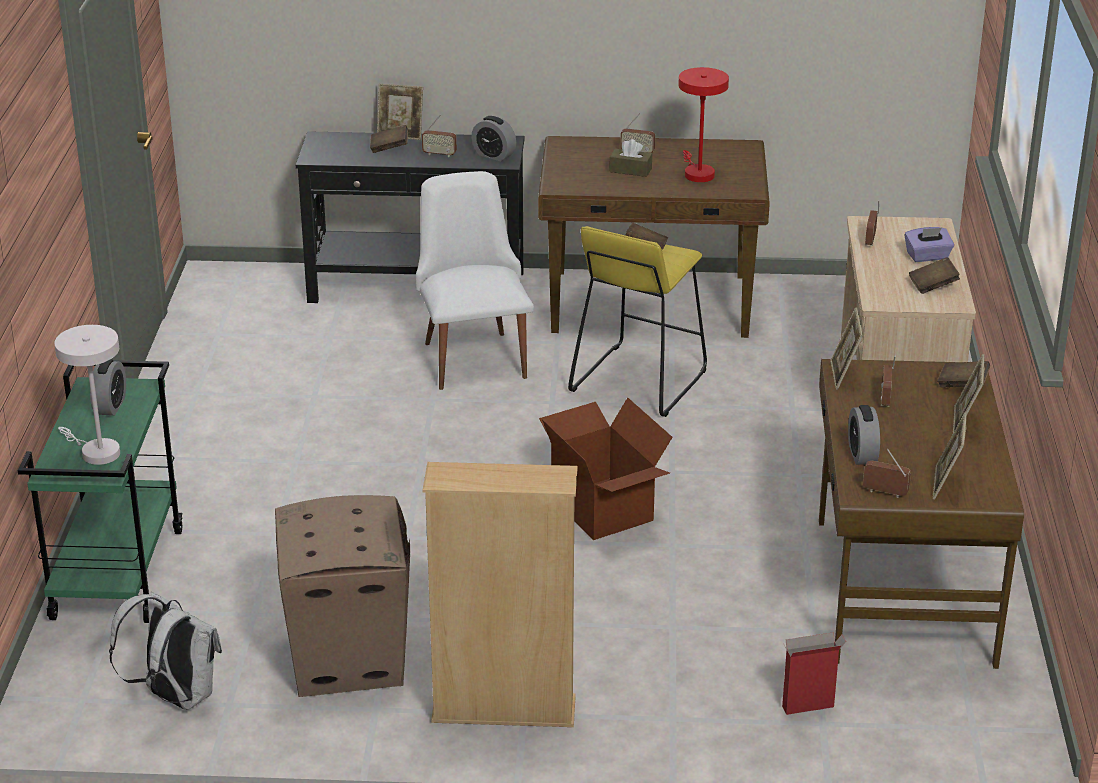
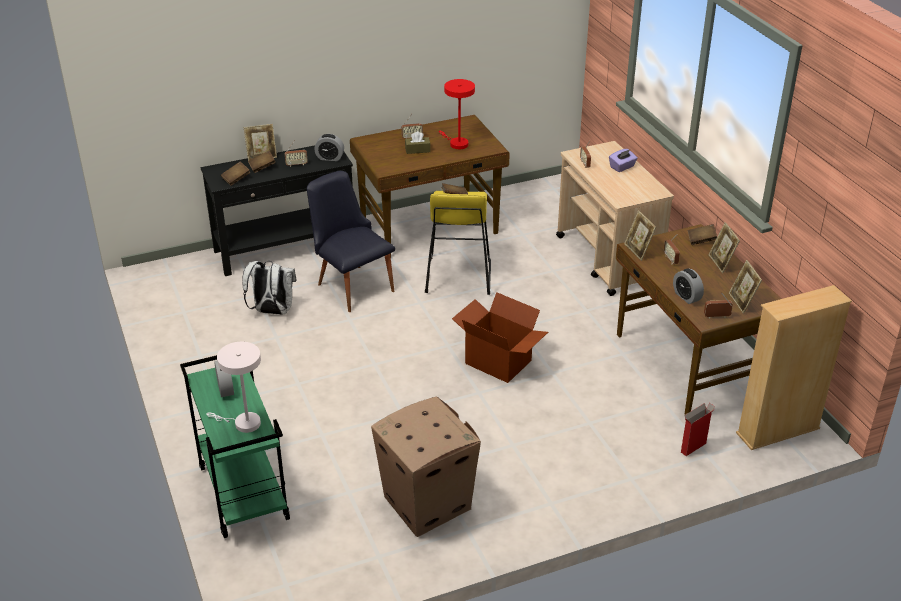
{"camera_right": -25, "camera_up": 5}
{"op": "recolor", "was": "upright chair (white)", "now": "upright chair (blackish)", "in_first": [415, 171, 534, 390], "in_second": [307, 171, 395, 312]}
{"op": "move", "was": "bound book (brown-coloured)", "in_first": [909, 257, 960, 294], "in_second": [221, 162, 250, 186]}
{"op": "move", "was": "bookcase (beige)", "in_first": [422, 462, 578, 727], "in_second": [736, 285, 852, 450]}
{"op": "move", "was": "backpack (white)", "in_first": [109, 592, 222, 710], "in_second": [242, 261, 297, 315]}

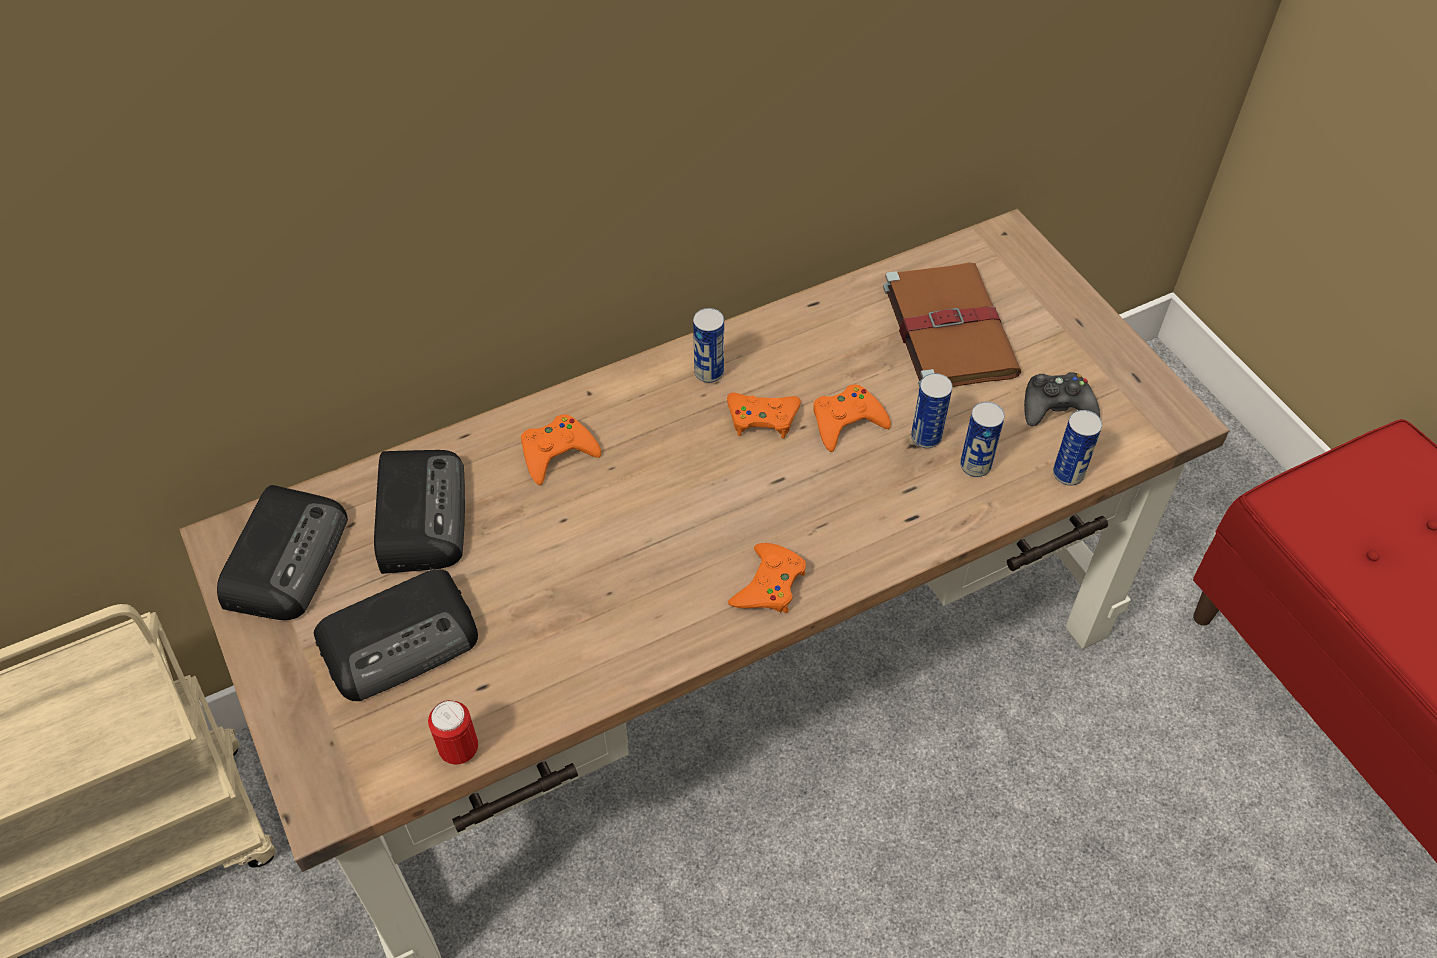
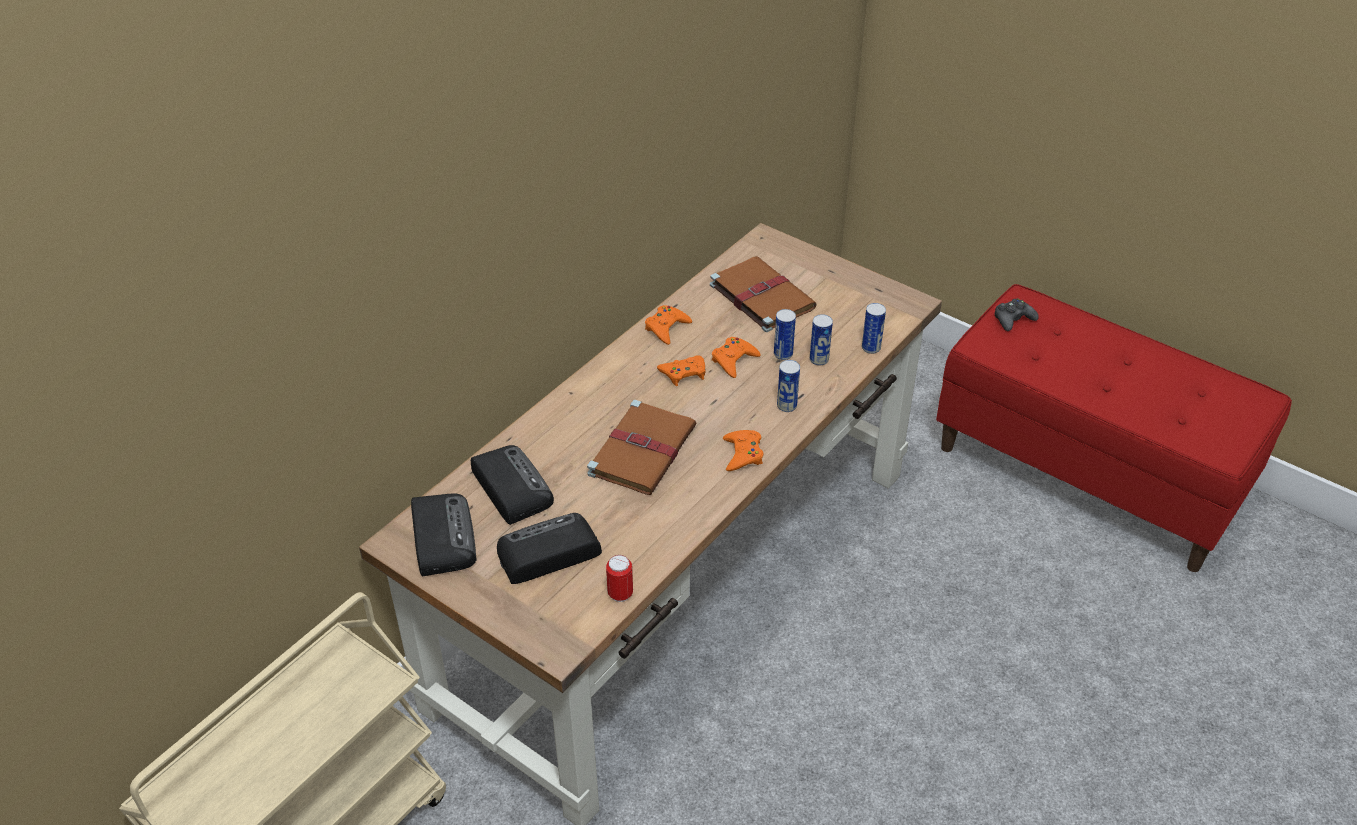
{"camera_right": -25, "camera_up": -10}
{"op": "move", "was": "can", "in_first": [693, 308, 724, 383], "in_second": [777, 360, 800, 412]}
{"op": "move", "was": "game controller (blackish)", "in_first": [1024, 372, 1100, 426], "in_second": [995, 298, 1039, 331]}
{"op": "move", "was": "game controller (orangey)", "in_first": [521, 414, 601, 485], "in_second": [645, 305, 692, 345]}
{"op": "rotate", "was": "radio receiver", "in_first": [314, 569, 478, 701], "in_second": [497, 513, 602, 584], "clockwise": -150}
{"op": "insert", "now": "bound book (brown-coloured)", "in_second": [587, 400, 697, 495]}

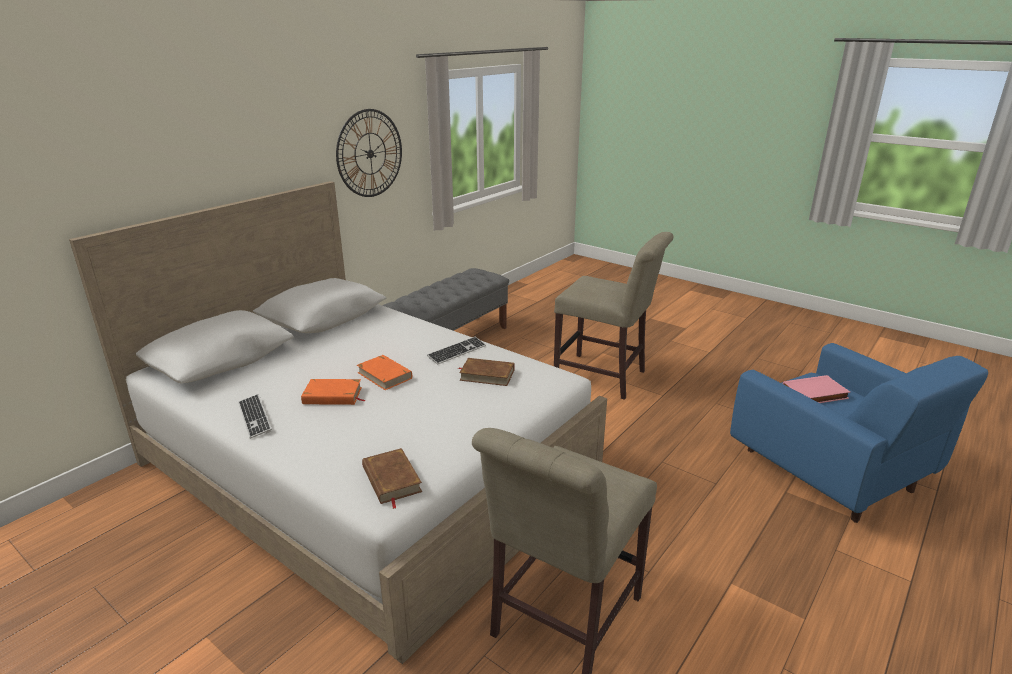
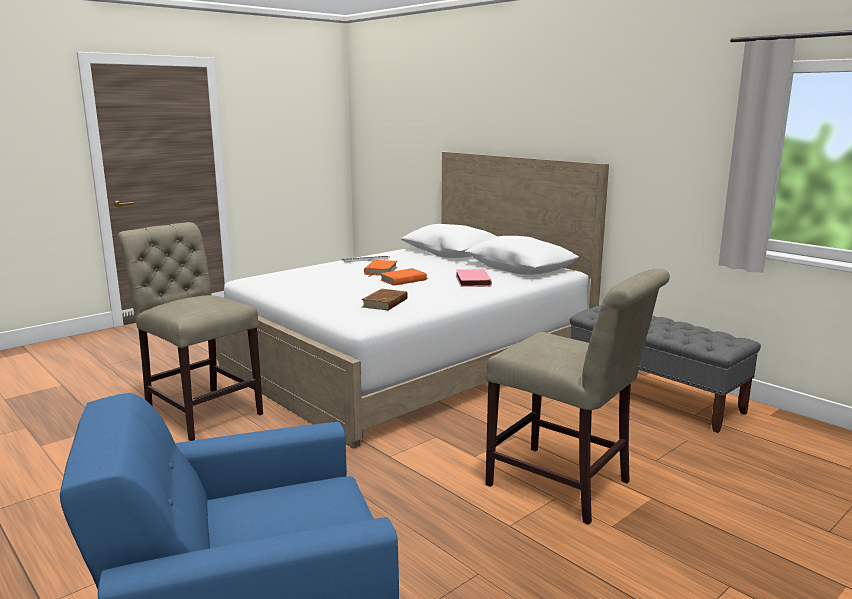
{"camera_right": 100, "camera_up": -10}
{"op": "delete", "was": "hanging clock", "in_first": [336, 109, 402, 197]}
{"op": "rotate", "was": "upright chair (beige)", "in_first": [554, 232, 674, 400], "in_second": [485, 268, 670, 525], "clockwise": -90}
{"op": "delete", "was": "keyboard", "in_first": [427, 337, 486, 365]}
{"op": "move", "was": "bound book (pink-coloured)", "in_first": [783, 375, 850, 403], "in_second": [456, 269, 492, 287]}
{"op": "delete", "was": "bound book (brown-coloured)", "in_first": [362, 448, 422, 509]}

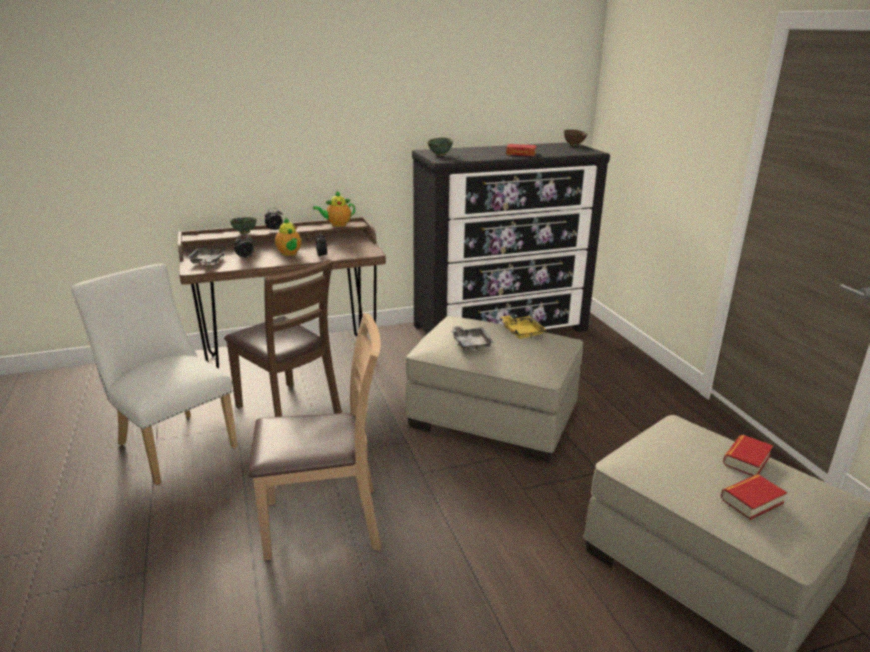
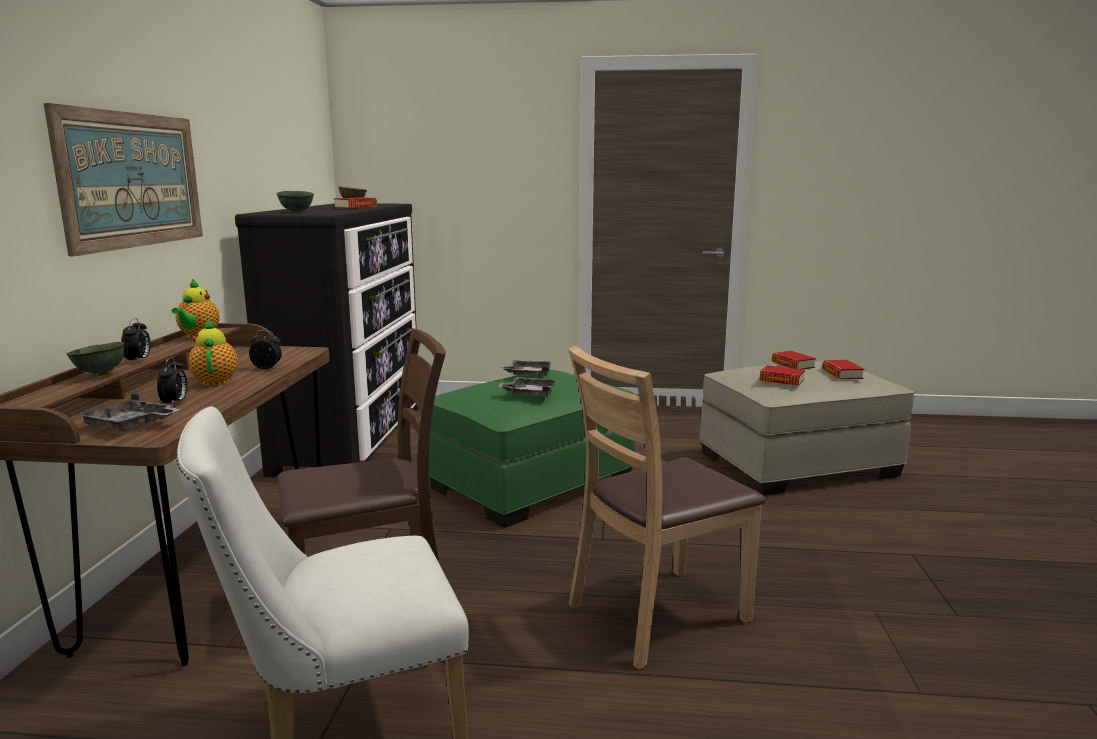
{"camera_right": -65, "camera_up": -10}
{"op": "rotate", "was": "teapot", "in_first": [275, 218, 302, 256], "in_second": [188, 319, 238, 386], "clockwise": -105}
{"op": "rotate", "was": "upright chair (brown-coloured)", "in_first": [248, 313, 381, 561], "in_second": [568, 346, 766, 670], "clockwise": -135}
{"op": "recolor", "was": "pouffe (beige)", "now": "pouffe (green)", "in_first": [405, 316, 583, 462], "in_second": [429, 370, 635, 528]}
{"op": "recolor", "was": "tray (yellowish)", "now": "tray (gray)", "in_first": [501, 316, 547, 339], "in_second": [500, 360, 551, 376]}
{"op": "insert", "now": "wall art", "in_second": [44, 103, 203, 256]}
{"op": "insert", "now": "bound book", "in_second": [760, 365, 805, 386]}

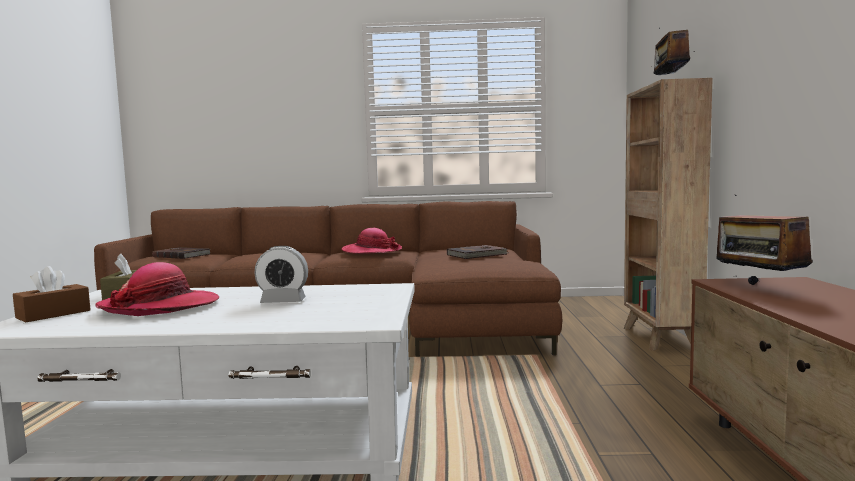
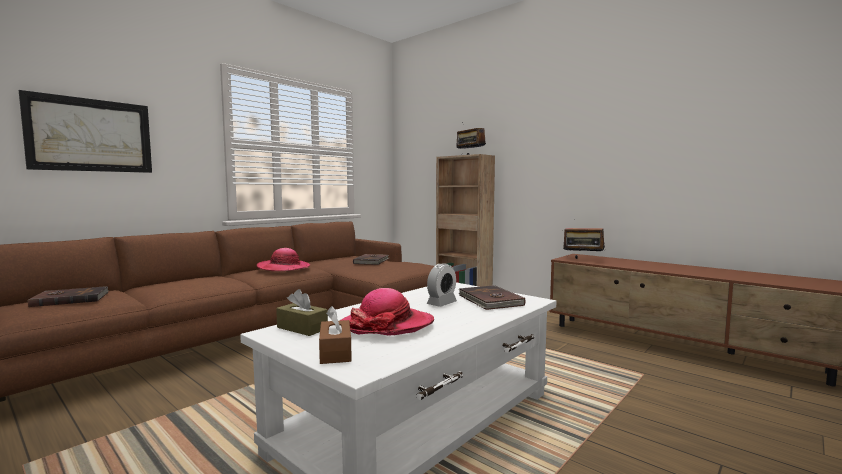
{"camera_right": -50, "camera_up": 0}
{"op": "insert", "now": "wall art", "in_second": [19, 90, 152, 173]}
{"op": "insert", "now": "bound book (brown-coloured)", "in_second": [459, 285, 525, 310]}

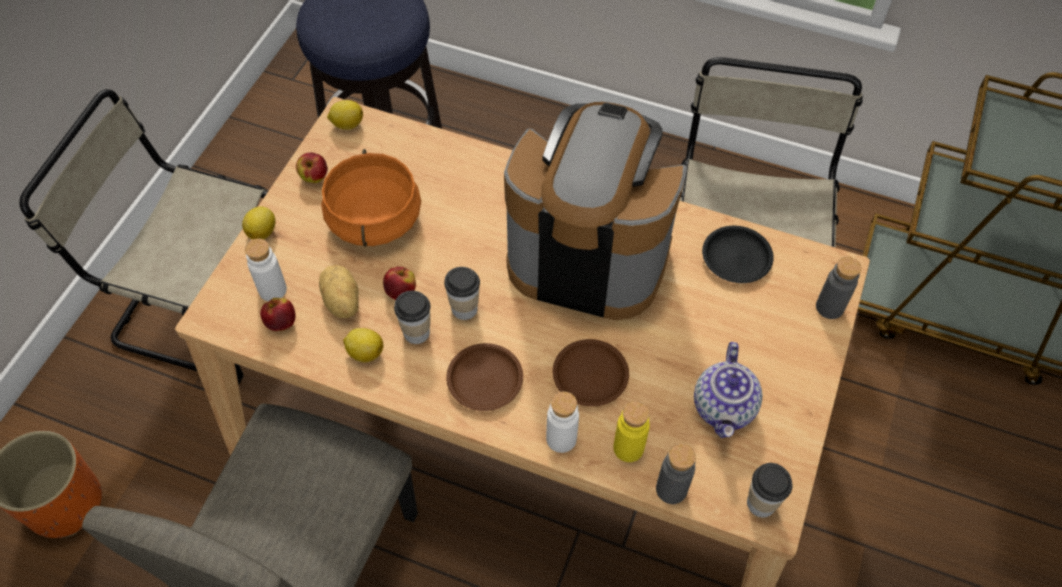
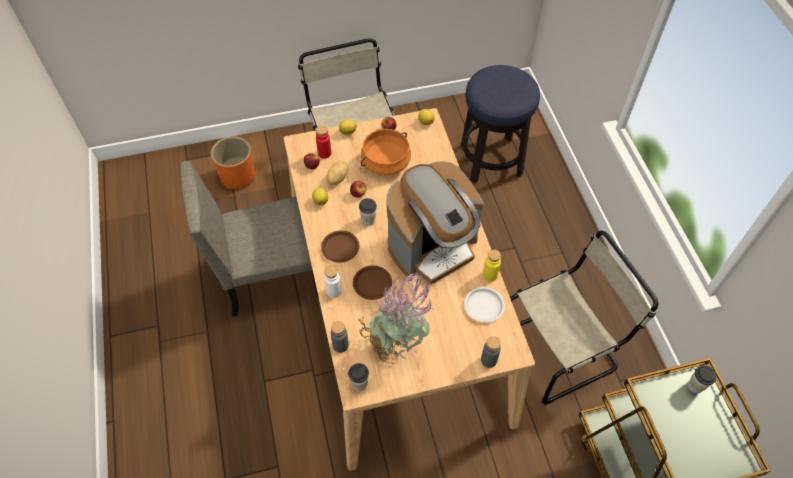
{"camera_right": 55, "camera_up": 0}
{"op": "rotate", "was": "coffee maker", "in_first": [504, 102, 687, 320], "in_second": [386, 161, 484, 284], "clockwise": 75}
{"op": "recolor", "was": "dinner plate (blackish)", "now": "dinner plate (white)", "in_first": [702, 226, 774, 283], "in_second": [464, 287, 505, 323]}
{"op": "recolor", "was": "bottle (white)", "now": "bottle (red)", "in_first": [245, 239, 287, 301], "in_second": [316, 126, 331, 159]}
{"op": "move", "was": "small cup", "in_first": [394, 291, 430, 344], "in_second": [688, 365, 716, 394]}
{"op": "replace", "was": "teapot", "now": "plant in a pot", "in_first": [694, 342, 762, 438], "in_second": [358, 273, 434, 365]}
{"op": "move", "was": "bottle (yellowish)", "in_first": [613, 401, 650, 462], "in_second": [483, 250, 501, 282]}

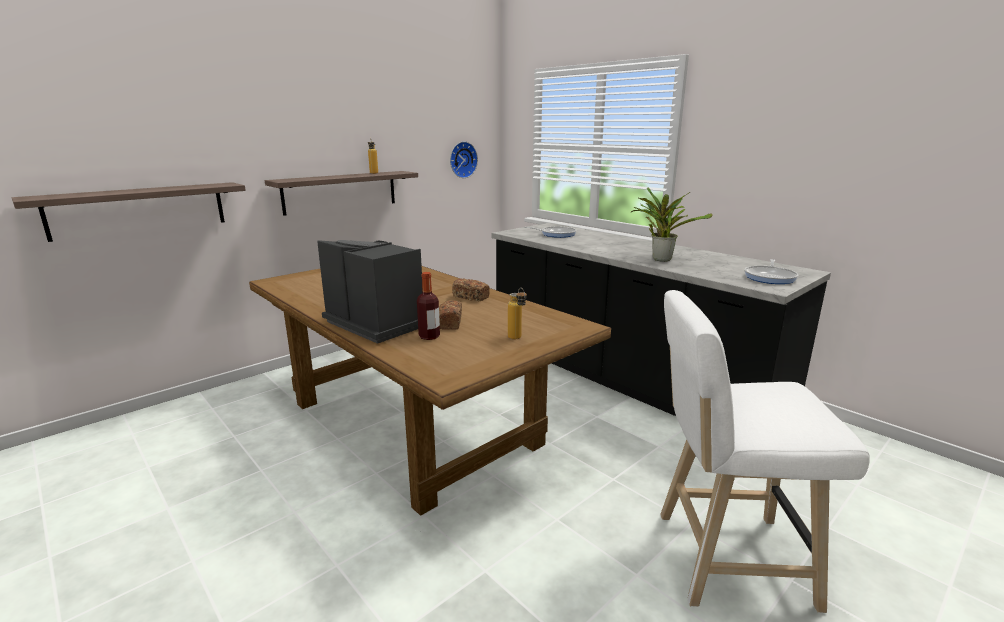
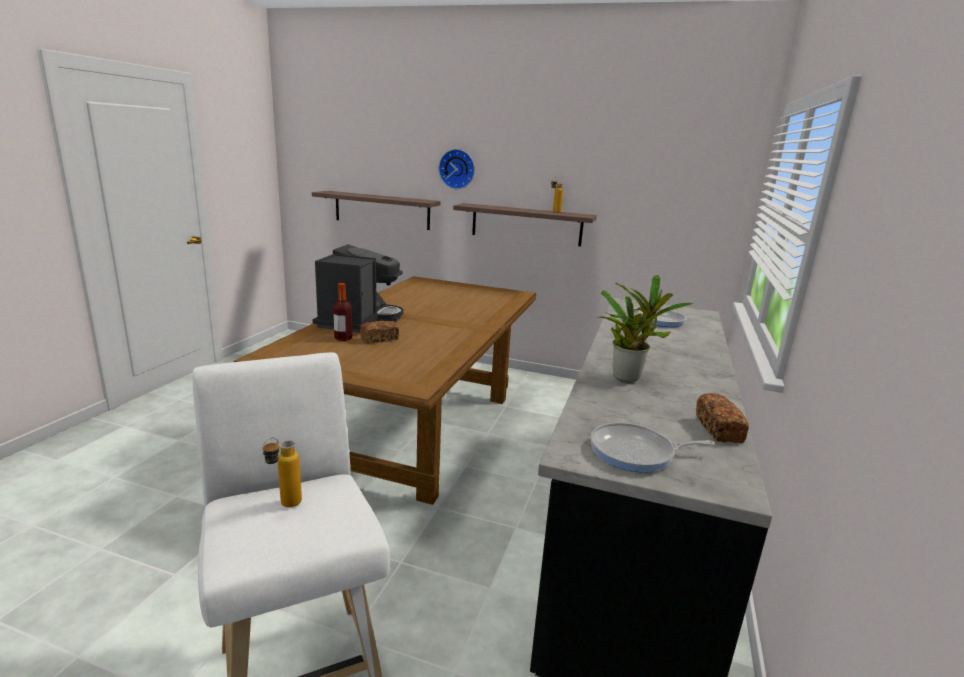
{"camera_right": 60, "camera_up": 0}
{"op": "move", "was": "hanging clock", "in_first": [450, 141, 478, 178], "in_second": [438, 149, 475, 189]}
{"op": "move", "was": "baked bread", "in_first": [452, 278, 490, 301], "in_second": [696, 393, 749, 443]}
{"op": "move", "was": "bottle", "in_first": [508, 288, 527, 340], "in_second": [262, 437, 302, 507]}

